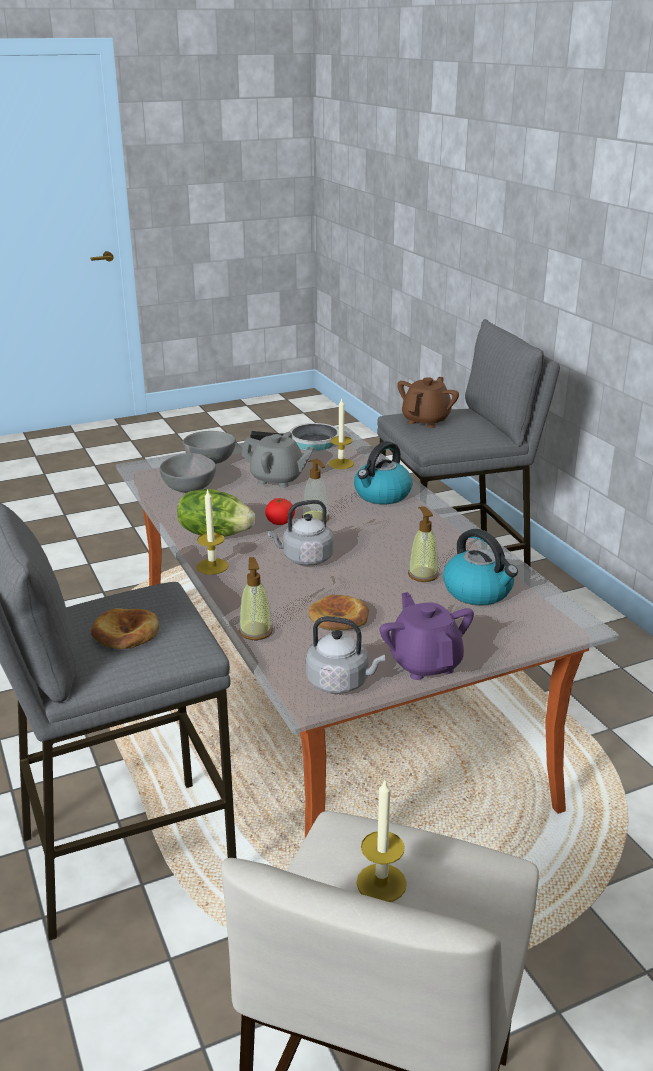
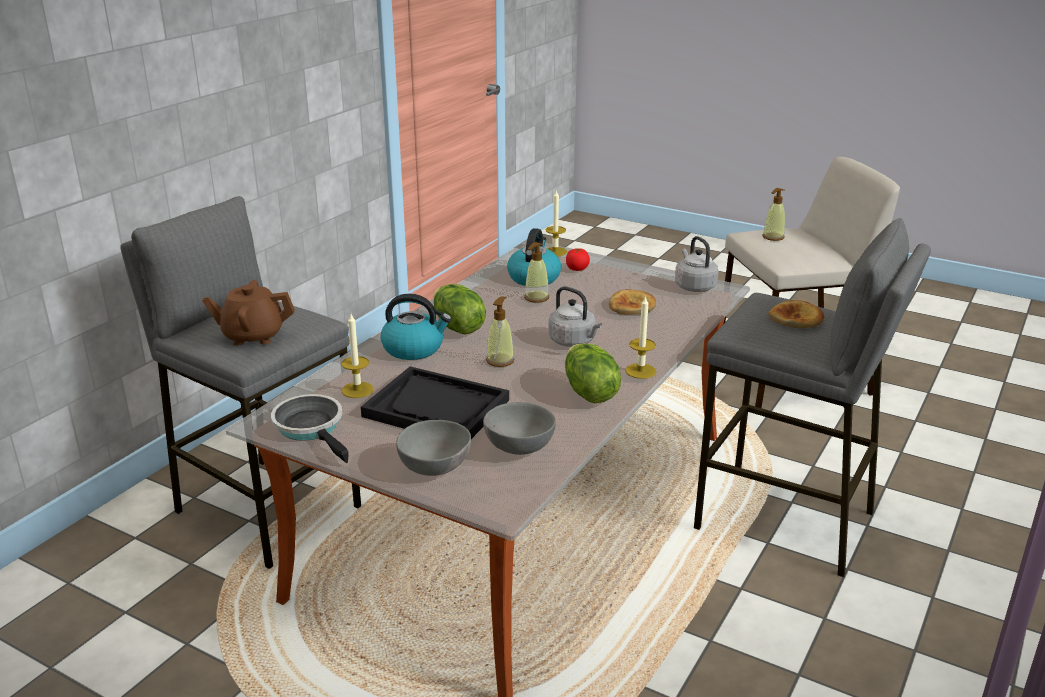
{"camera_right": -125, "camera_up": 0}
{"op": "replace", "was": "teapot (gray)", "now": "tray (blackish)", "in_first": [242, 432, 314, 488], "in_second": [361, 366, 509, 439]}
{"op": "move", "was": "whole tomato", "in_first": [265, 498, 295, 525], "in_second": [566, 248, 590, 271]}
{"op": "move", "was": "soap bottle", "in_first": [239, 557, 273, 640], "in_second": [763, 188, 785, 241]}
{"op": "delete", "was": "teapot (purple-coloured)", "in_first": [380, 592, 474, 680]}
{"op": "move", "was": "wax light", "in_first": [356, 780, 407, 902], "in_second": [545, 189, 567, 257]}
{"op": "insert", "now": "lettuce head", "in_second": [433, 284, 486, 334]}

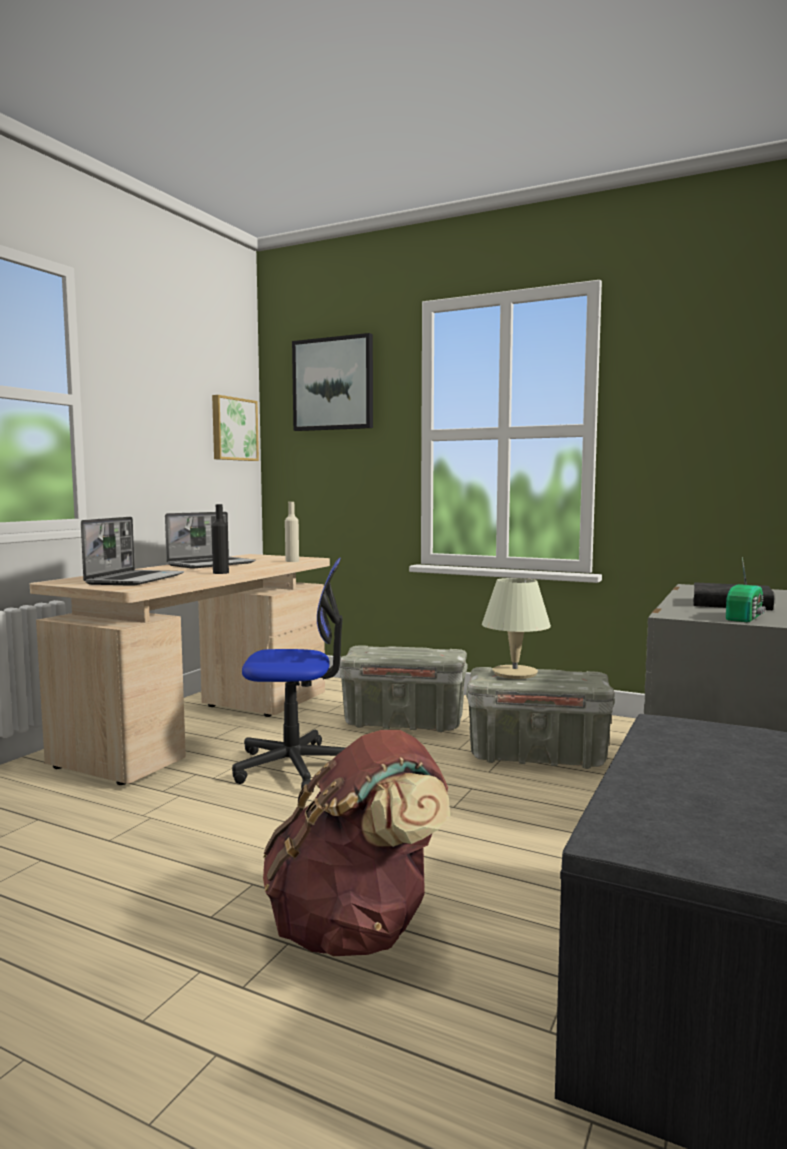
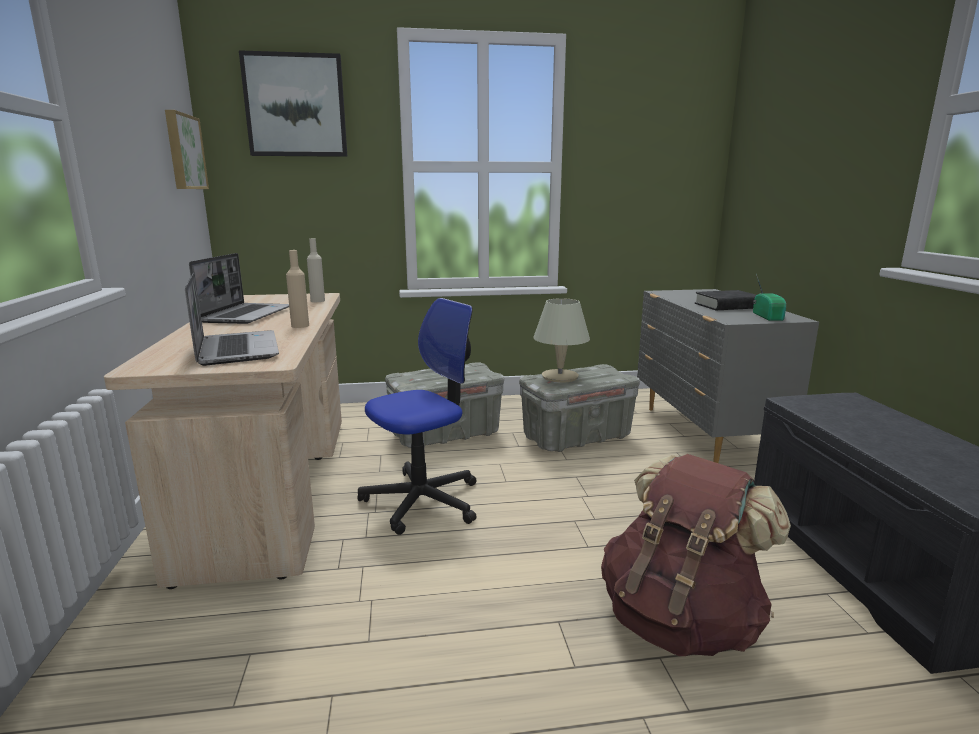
{"camera_right": -35, "camera_up": 10}
{"op": "recolor", "was": "bottle (blackish)", "now": "bottle (beige)", "in_first": [212, 504, 229, 574], "in_second": [286, 250, 309, 328]}

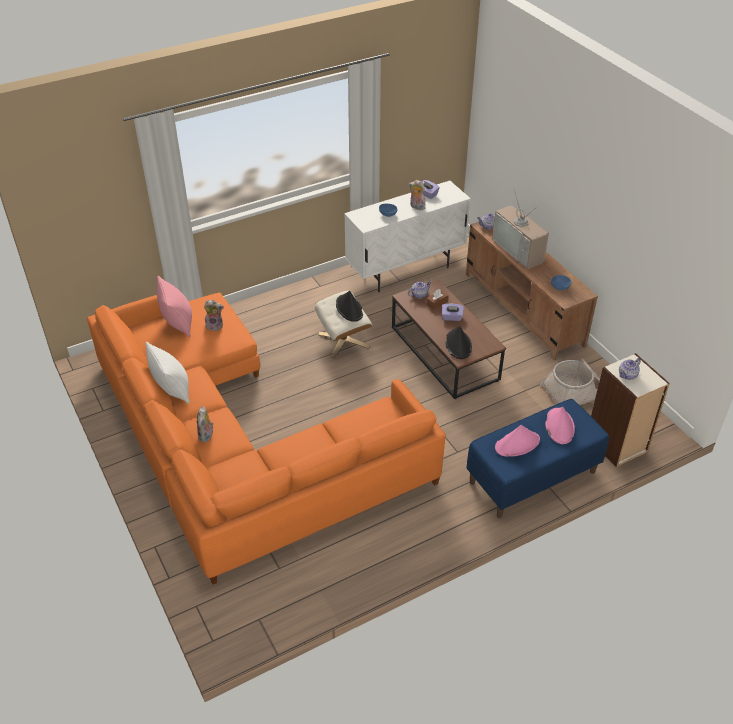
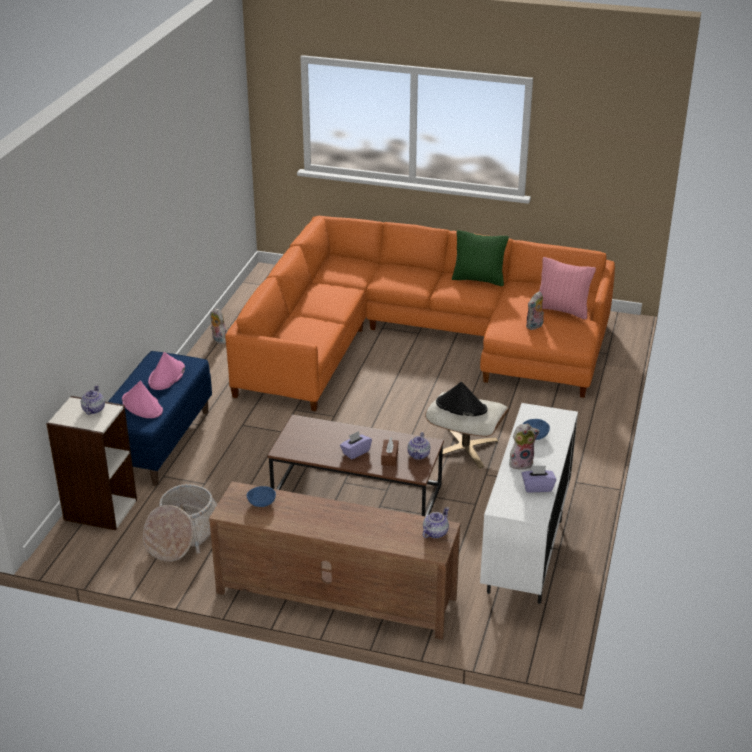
{"camera_right": 135, "camera_up": -10}
{"op": "delete", "was": "television", "in_first": [492, 190, 549, 269]}
{"op": "delete", "was": "clothing hat (blackish)", "in_first": [445, 326, 472, 359]}
{"op": "recolor", "was": "pillow (white)", "now": "pillow (green)", "in_first": [146, 342, 190, 404], "in_second": [452, 230, 509, 286]}
{"op": "move", "was": "cuddly toy", "in_first": [197, 406, 214, 442], "in_second": [211, 308, 227, 344]}

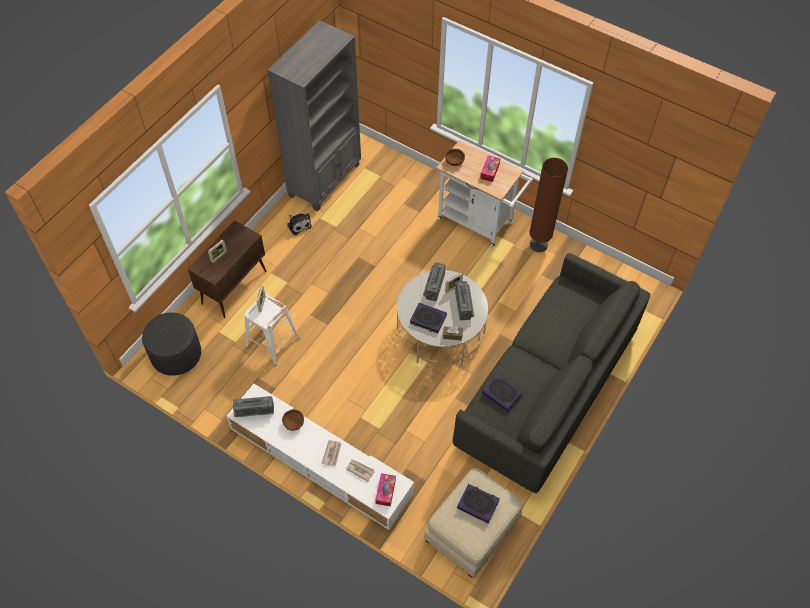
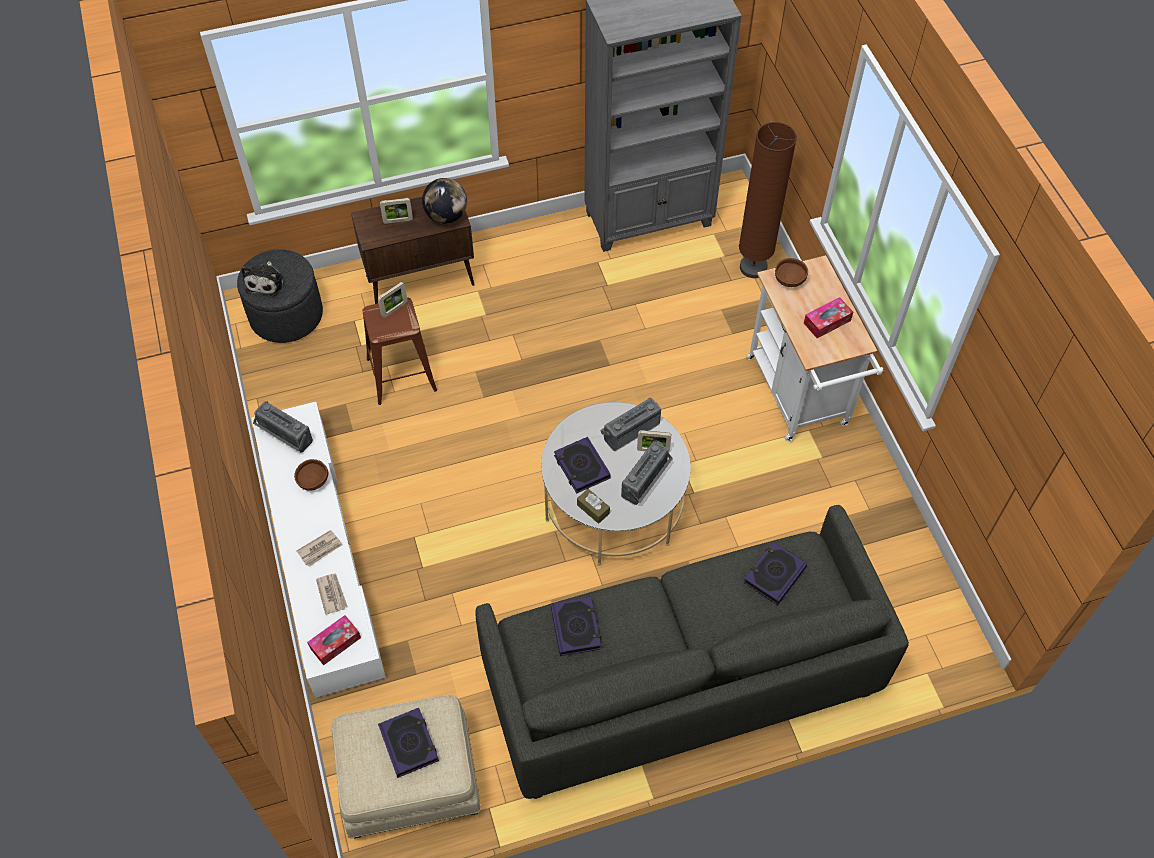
{"camera_right": 40, "camera_up": 0}
{"op": "move", "was": "standard lamp (brown-coloured)", "in_first": [530, 158, 568, 252], "in_second": [739, 122, 797, 278]}
{"op": "move", "was": "cuddly toy", "in_first": [287, 213, 312, 235], "in_second": [242, 261, 284, 296]}
{"op": "recolor", "was": "stool (white)", "now": "stool (brown-coloured)", "in_first": [244, 294, 300, 366], "in_second": [362, 297, 437, 405]}
{"op": "insert", "now": "globe", "in_second": [422, 178, 467, 224]}
{"op": "insert", "now": "bound book", "in_second": [743, 541, 807, 605]}

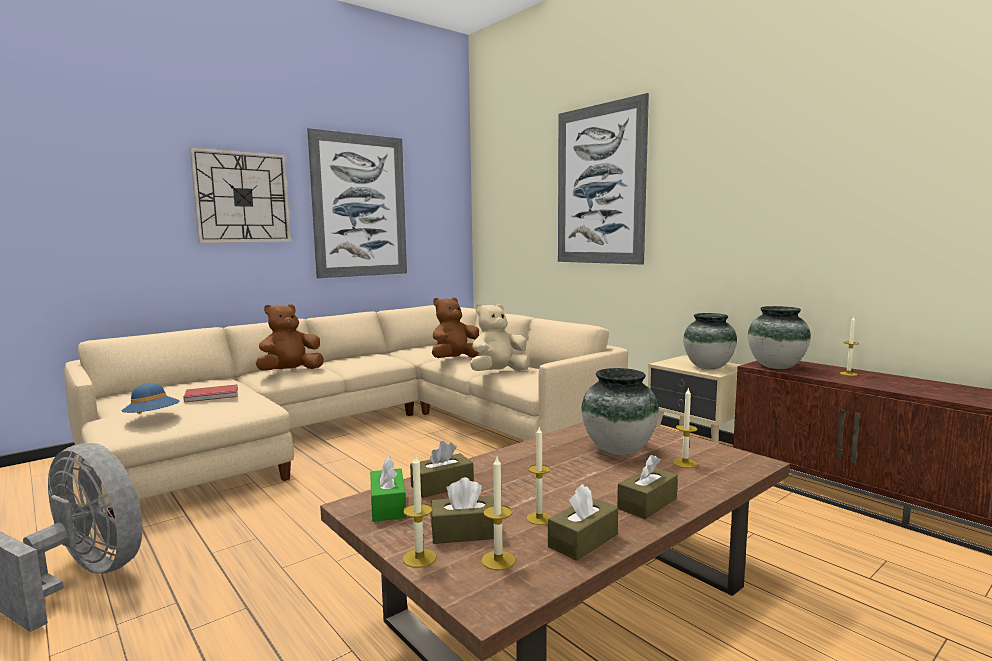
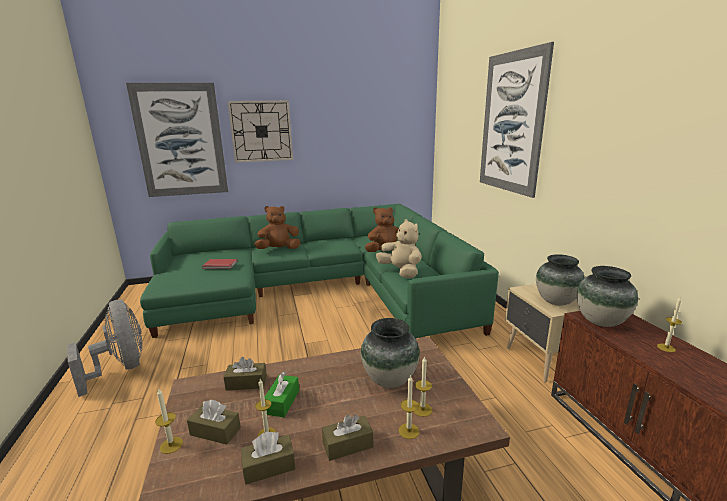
{"camera_right": 25, "camera_up": 10}
{"op": "move", "was": "wall art", "in_first": [307, 128, 407, 278], "in_second": [126, 83, 228, 197]}
{"op": "rotate", "was": "cuddly toy (beige)", "in_first": [470, 304, 530, 371], "in_second": [376, 219, 422, 278], "clockwise": 60}
{"op": "recolor", "was": "couch (beige)", "now": "couch (green)", "in_first": [64, 305, 628, 518], "in_second": [140, 204, 499, 339]}
{"op": "delete", "was": "clothing hat (bluish)", "in_first": [122, 383, 180, 414]}
{"op": "move", "was": "tissue holder (green)", "in_first": [370, 456, 407, 522], "in_second": [265, 371, 299, 417]}
{"op": "move", "was": "wax light", "in_first": [481, 457, 515, 570], "in_second": [399, 375, 419, 439]}

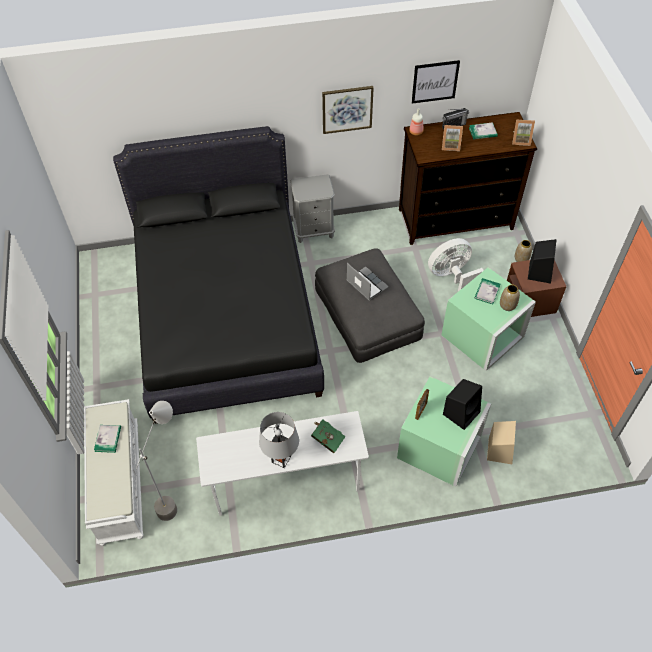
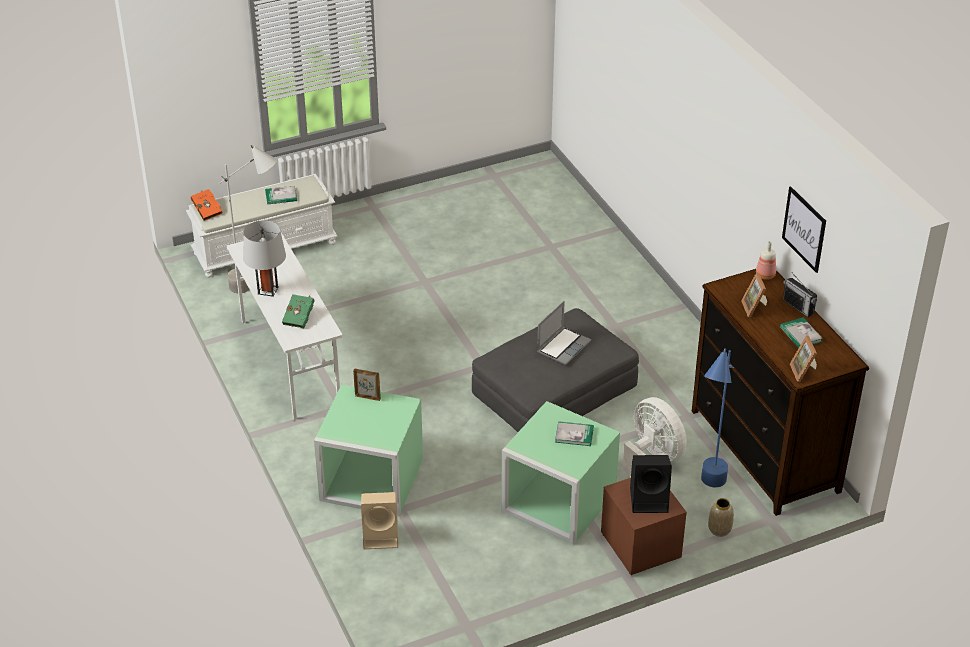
{"camera_right": 75, "camera_up": -15}
{"op": "delete", "was": "wall art", "in_first": [322, 86, 374, 134]}
{"op": "delete", "was": "bed (blackish)", "in_first": [113, 126, 324, 424]}
{"op": "delete", "was": "bedside table (gray)", "in_first": [290, 174, 335, 243]}
{"op": "delete", "was": "decorative vase", "in_first": [500, 285, 520, 311]}
{"op": "delete", "was": "speaker (blackish)", "in_first": [443, 379, 482, 430]}
{"op": "insert", "now": "bound book (orangey)", "in_second": [191, 189, 223, 221]}
{"op": "insert", "now": "standard lamp (bluish)", "in_second": [701, 348, 734, 487]}

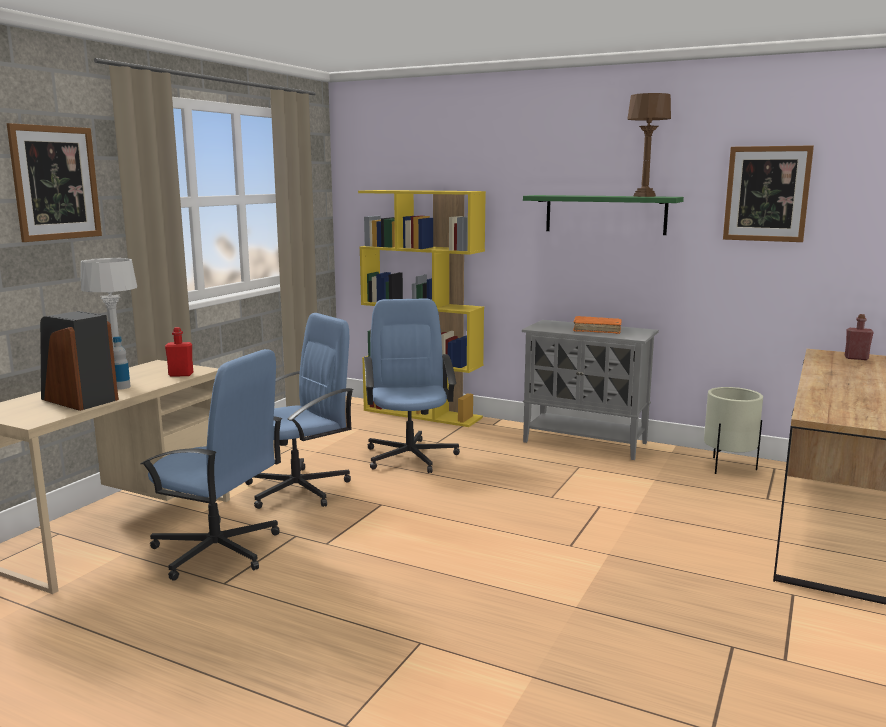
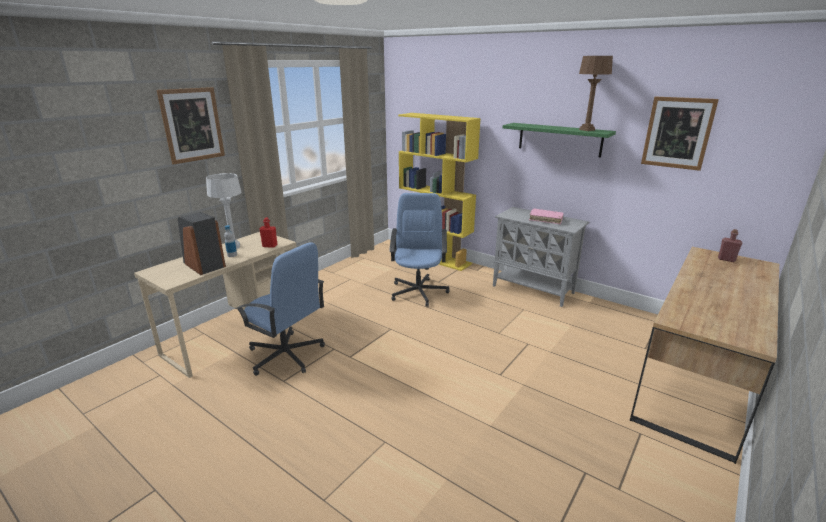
{"camera_right": 10, "camera_up": 10}
{"op": "delete", "was": "desk chair (bluish)", "in_first": [245, 313, 353, 509]}
{"op": "recolor", "was": "bound book (orangey)", "now": "bound book (pink-coloured)", "in_first": [573, 316, 622, 334], "in_second": [529, 209, 564, 224]}
{"op": "delete", "was": "flower pot (beige)", "in_first": [704, 387, 763, 474]}

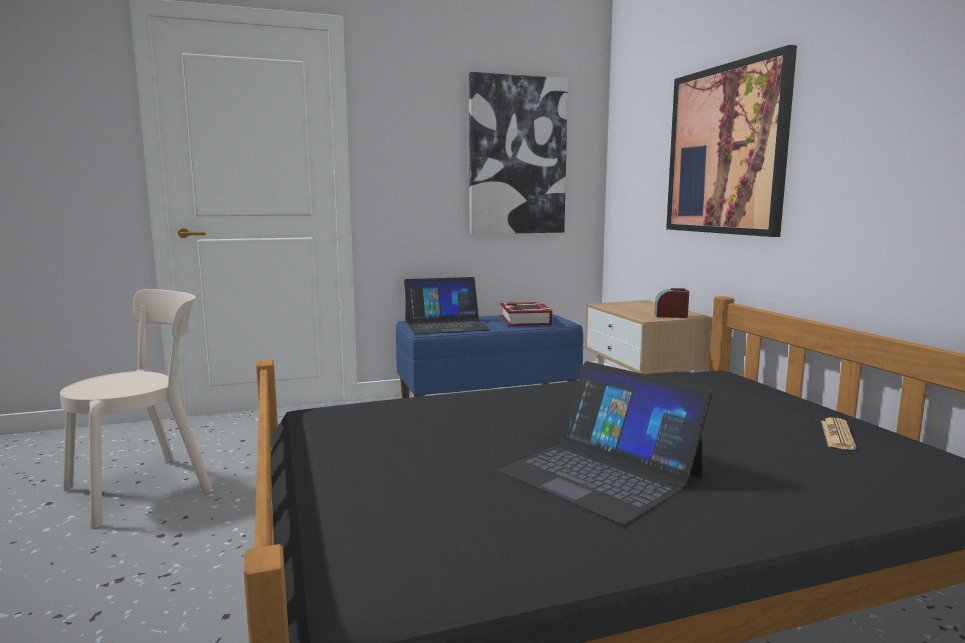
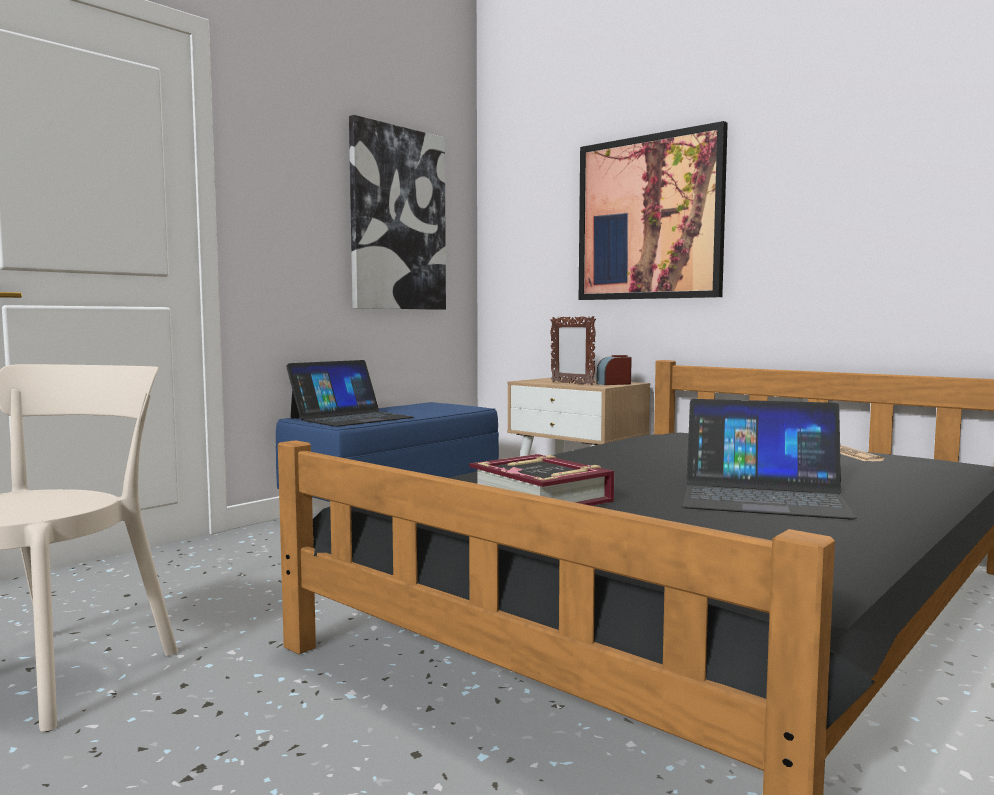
{"camera_right": -30, "camera_up": -5}
{"op": "move", "was": "bound book", "in_first": [500, 302, 552, 326], "in_second": [469, 454, 614, 506]}
{"op": "insert", "now": "standing frame", "in_second": [550, 316, 596, 385]}

